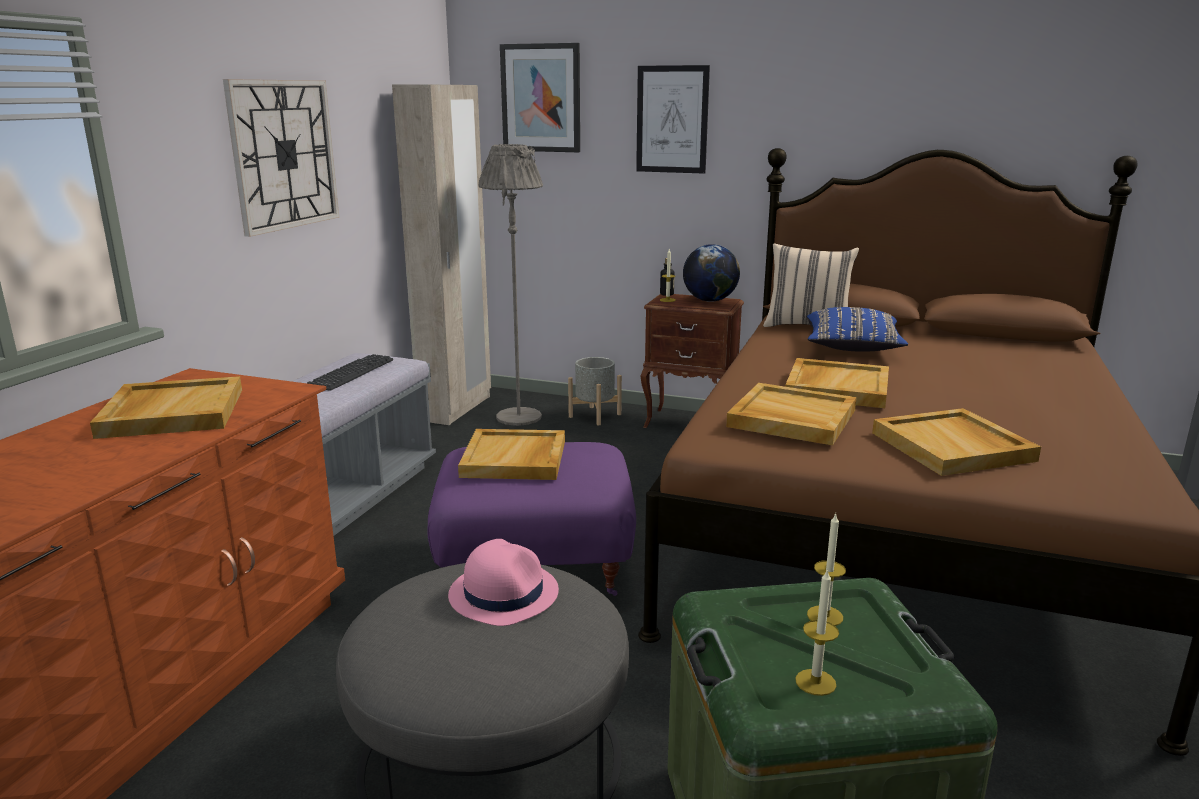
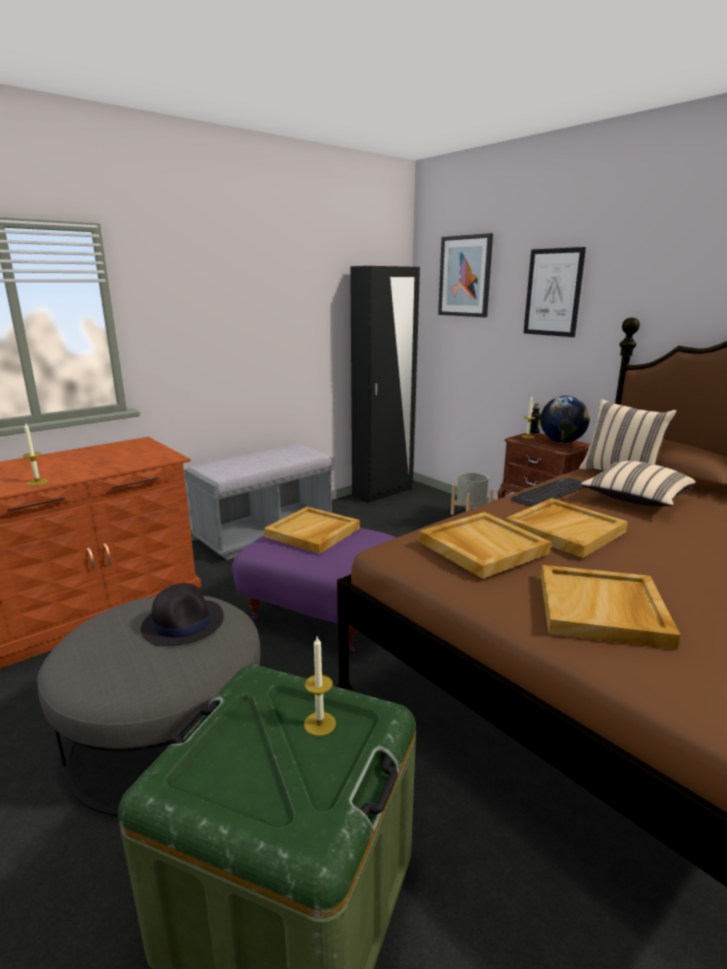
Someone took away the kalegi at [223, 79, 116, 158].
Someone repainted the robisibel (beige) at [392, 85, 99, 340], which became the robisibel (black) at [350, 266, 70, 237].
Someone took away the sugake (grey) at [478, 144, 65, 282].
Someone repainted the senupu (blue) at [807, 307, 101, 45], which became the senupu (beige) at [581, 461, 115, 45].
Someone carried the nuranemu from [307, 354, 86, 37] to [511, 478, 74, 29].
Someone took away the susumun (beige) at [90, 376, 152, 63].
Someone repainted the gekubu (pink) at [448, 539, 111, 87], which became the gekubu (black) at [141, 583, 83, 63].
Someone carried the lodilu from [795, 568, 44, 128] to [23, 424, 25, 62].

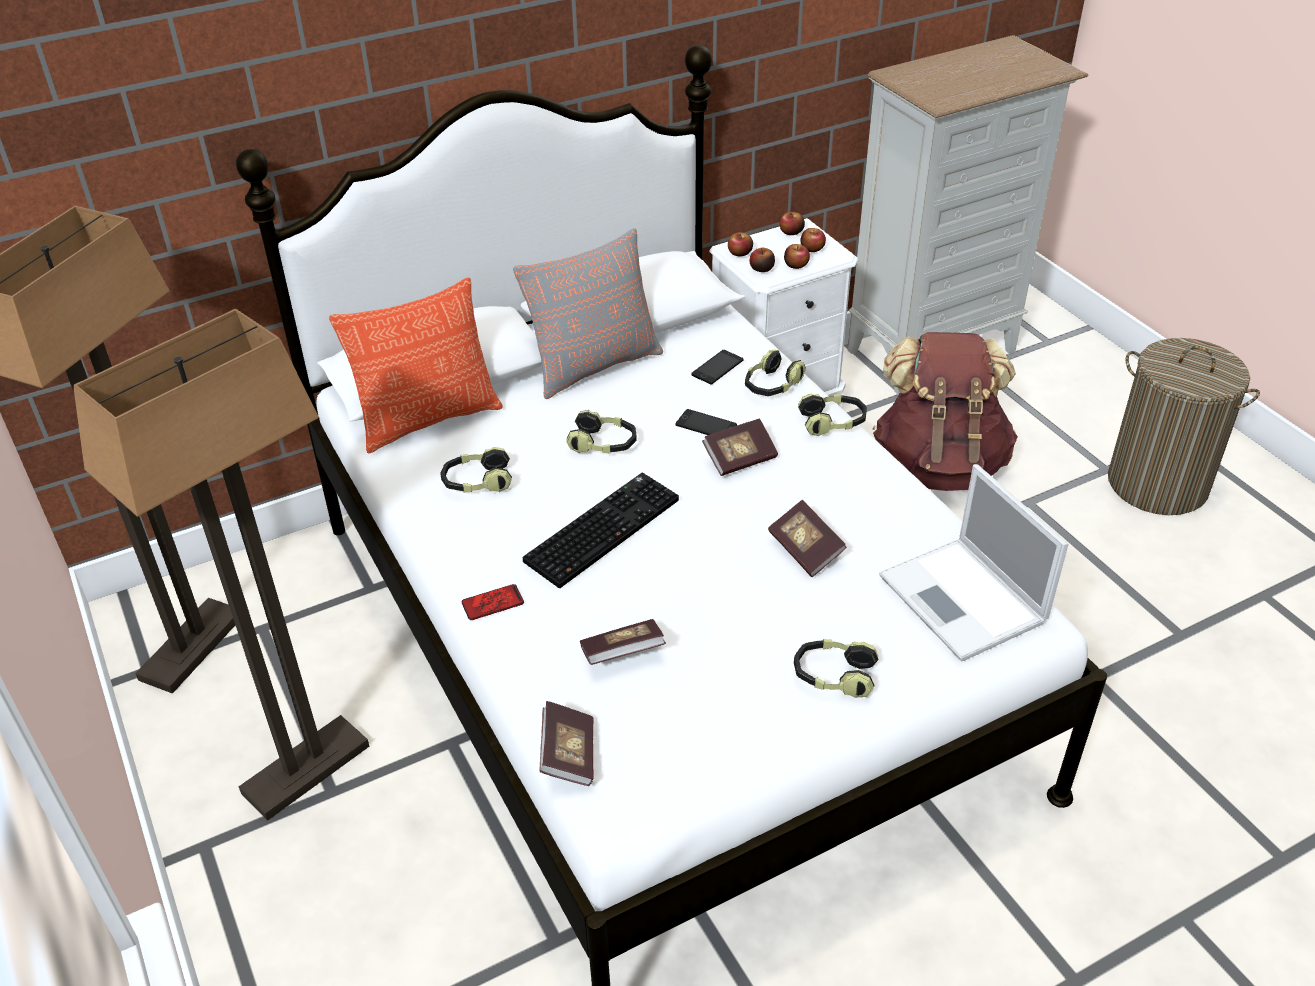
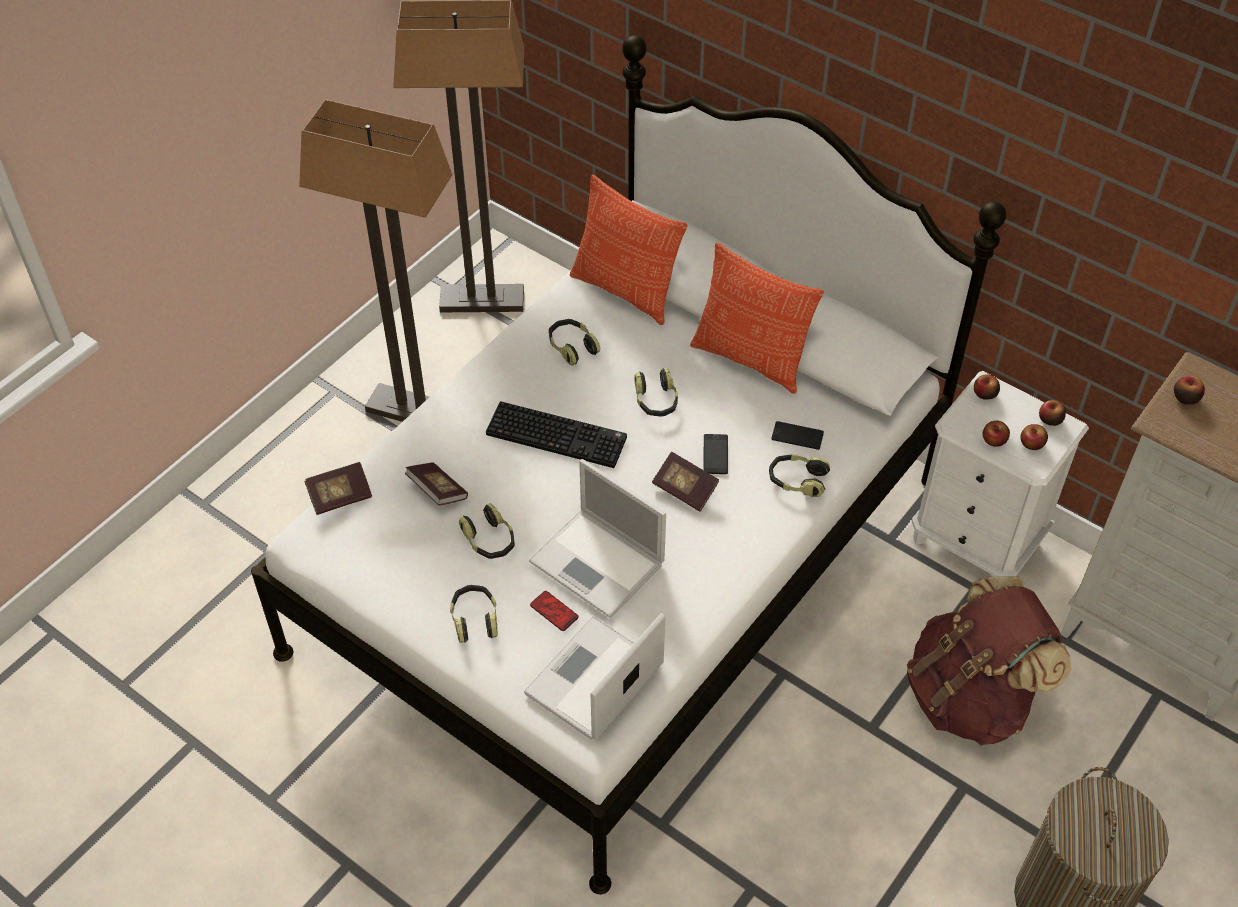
Someone repainted the senupu (grey) at [513, 228, 150, 171], which became the senupu (orange) at [690, 243, 134, 151].
Someone carried the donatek from [750, 248, 25, 24] to [1174, 376, 31, 29].
Someone carried the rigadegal from [798, 393, 69, 43] to [459, 503, 56, 56].
Someone swapped the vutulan at [768, 500, 79, 77] for the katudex at [529, 459, 137, 159].
Someone carried the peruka from [462, 584, 62, 36] to [530, 591, 48, 40].

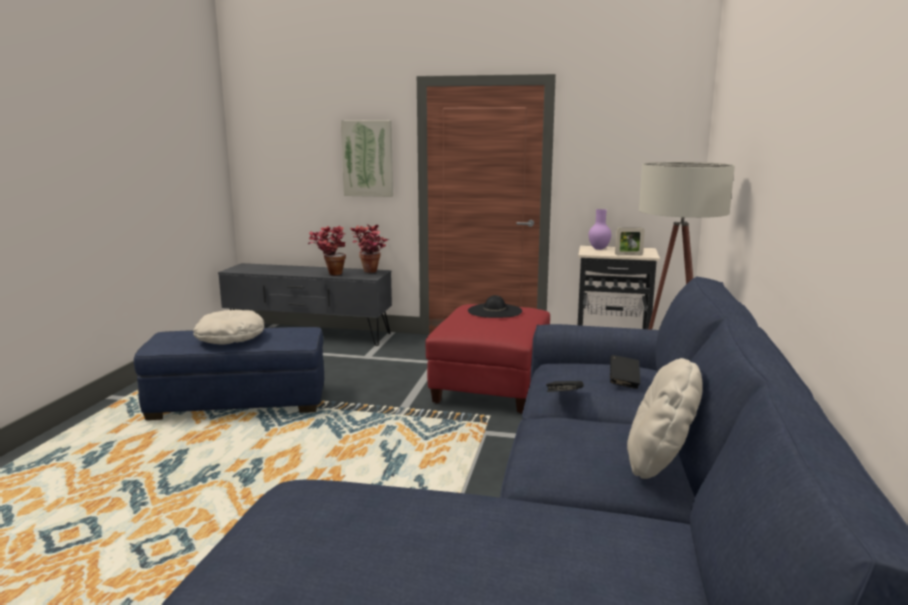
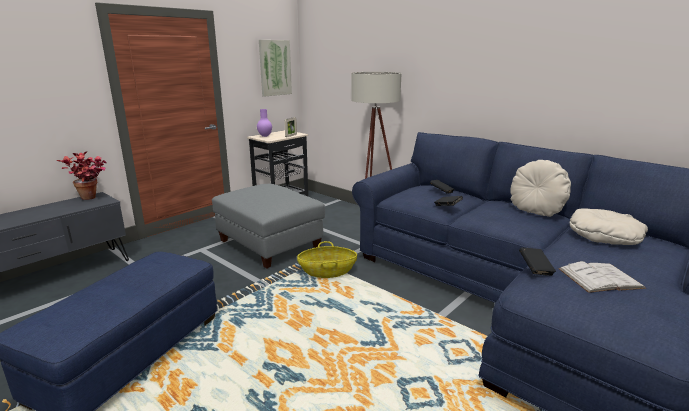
Someone carried the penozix from [341, 121, 52, 76] to [259, 40, 33, 57].
Someone took away the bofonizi at [308, 226, 38, 49].
Someone took away the gekubu (black) at [468, 295, 54, 23].
Someone repainted the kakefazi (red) at [425, 304, 125, 109], which became the kakefazi (grey) at [212, 184, 113, 84].
Someone carried the senupu (beige) from [193, 310, 71, 34] to [570, 208, 78, 37].
Someone put down the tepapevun at [297, 241, 60, 37].
Someone put down the vutulan (black) at [519, 247, 37, 29].
Someone put down the vutulan (white) at [558, 261, 88, 32].

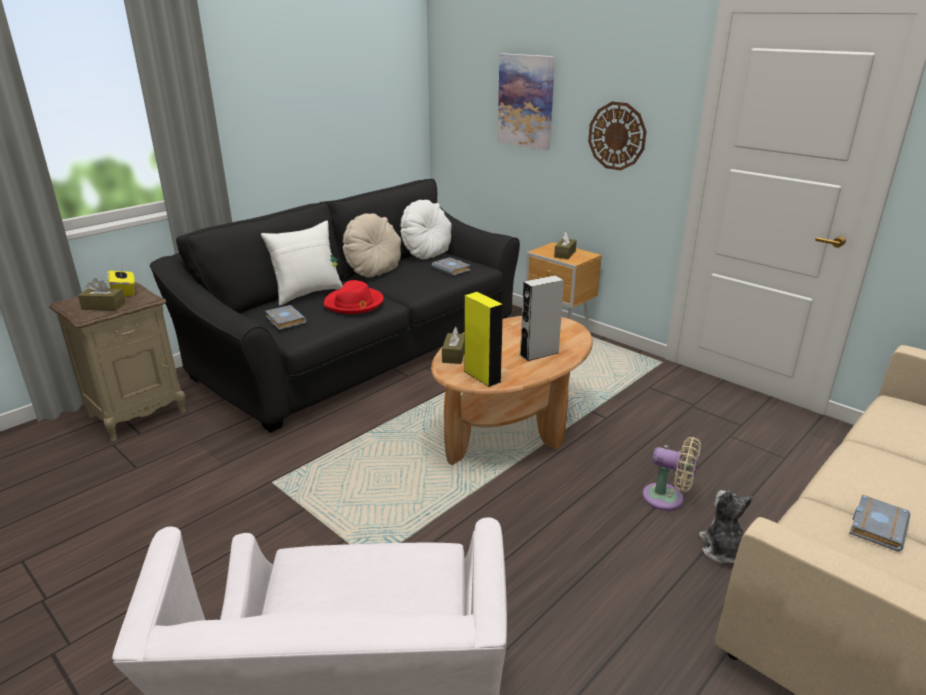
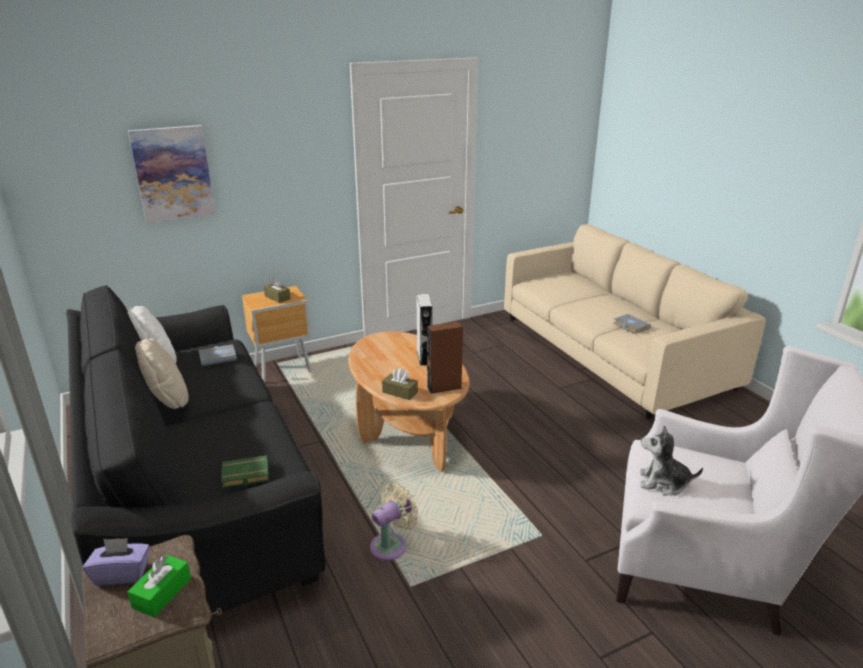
Someone took away the kalegi at [588, 101, 59, 69].
Someone took away the senupu (white) at [261, 221, 81, 85].
Someone repainted the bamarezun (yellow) at [107, 265, 28, 32], which became the bamarezun (purple) at [83, 538, 67, 48].
Someone repainted the bamarezun (brown) at [78, 278, 48, 32], which became the bamarezun (green) at [127, 554, 64, 63].
Someone took away the gekubu (red) at [324, 280, 60, 34].
Someone repainted the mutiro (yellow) at [464, 292, 39, 95], which became the mutiro (brown) at [427, 322, 36, 72].
Someone repainted the vutulan (grey) at [265, 305, 42, 25], which became the vutulan (green) at [221, 455, 48, 33].
Someone carried the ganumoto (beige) from [642, 437, 59, 74] to [370, 483, 49, 78].
Someone carried the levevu from [699, 490, 54, 74] to [640, 425, 63, 71].

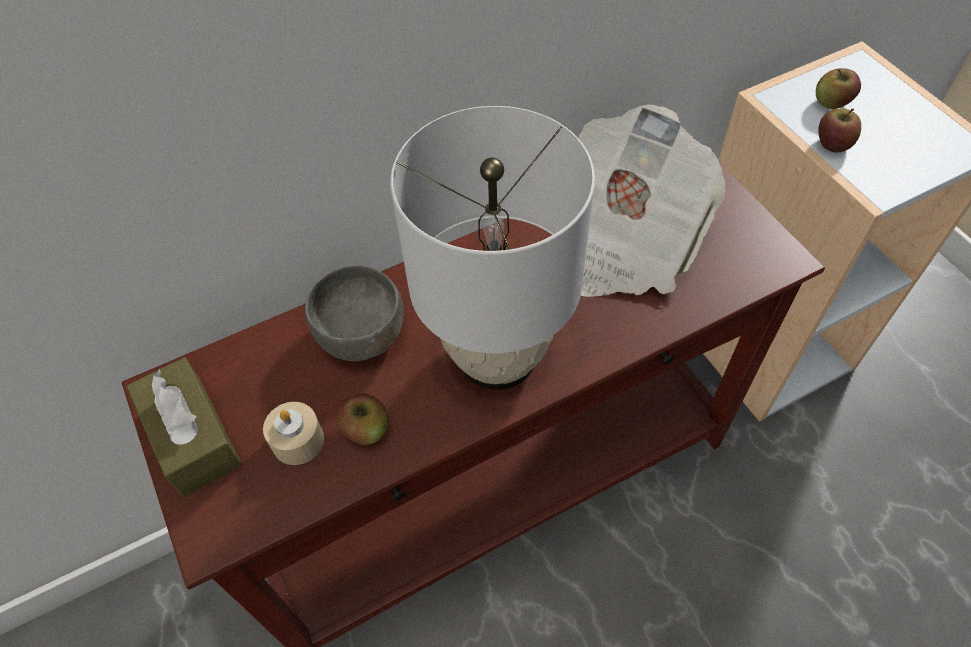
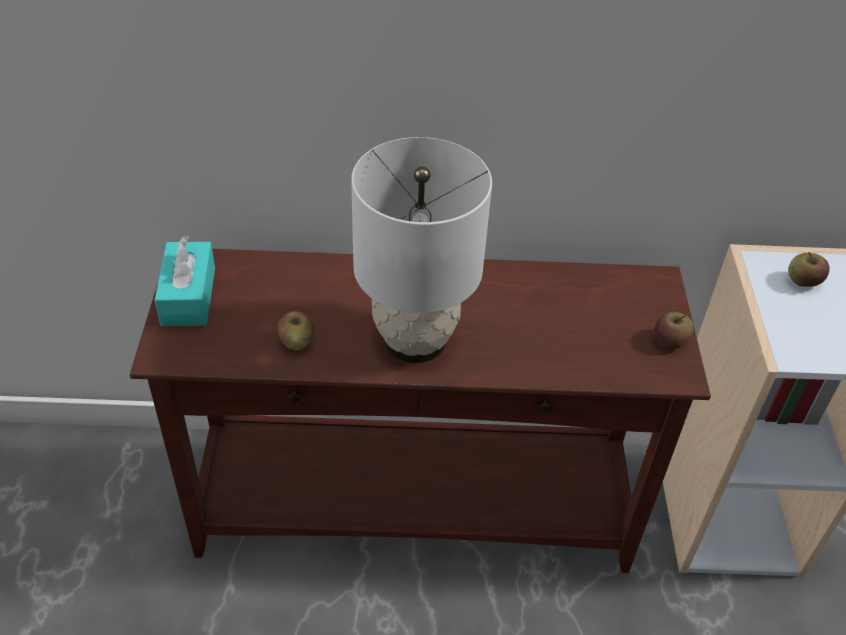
Someone took away the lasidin at [578, 105, 148, 192].
Someone carried the donatek from [818, 108, 43, 45] to [655, 312, 38, 37].
Someone took away the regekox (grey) at [305, 265, 99, 96].
Someone repainted the bamarezun (brown) at [126, 357, 116, 140], which became the bamarezun (turquoise) at [155, 236, 60, 90].
Someone took away the lodilu (beige) at [263, 402, 61, 63].

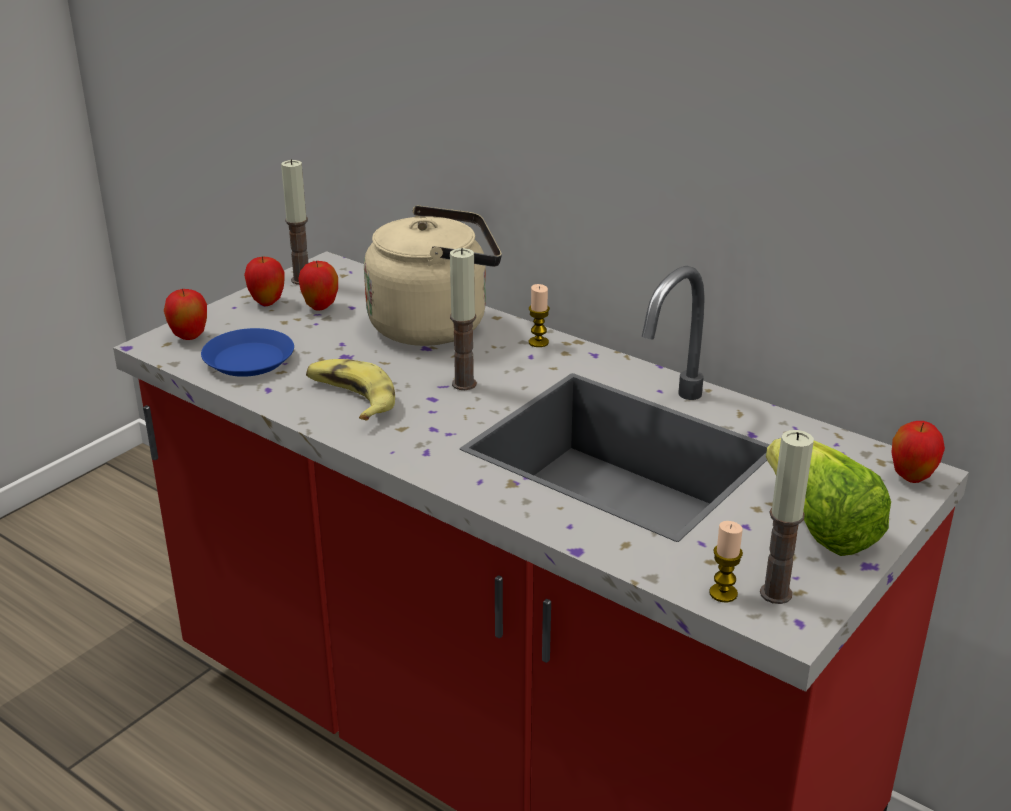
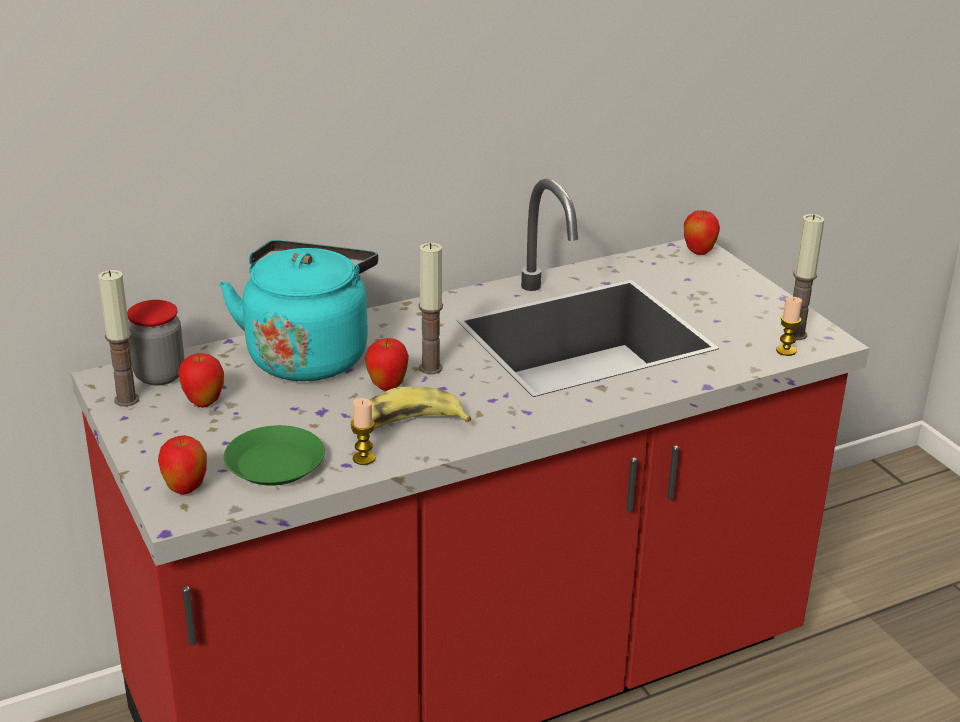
Someone repainted the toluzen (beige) at [364, 205, 138, 141], which became the toluzen (turquoise) at [219, 240, 159, 141].
Someone carried the donatek from [244, 256, 41, 50] to [365, 338, 44, 53].
Someone carried the lodilu from [529, 284, 21, 63] to [351, 398, 25, 67].
Someone repainted the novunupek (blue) at [201, 328, 93, 49], which became the novunupek (green) at [224, 425, 101, 61].
Someone took away the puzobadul at [766, 438, 125, 118].
Someone put down the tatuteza at [127, 300, 58, 85].

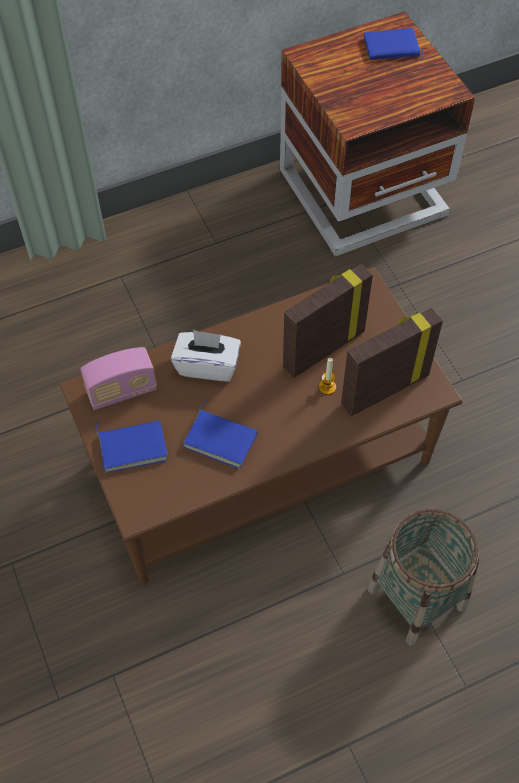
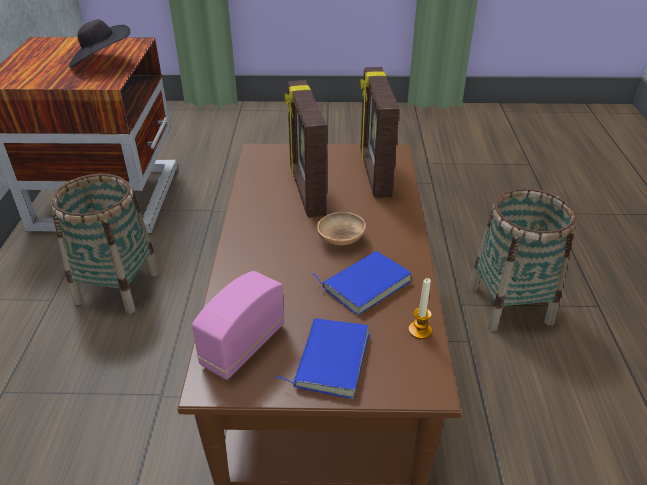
Someone took away the vutulan (blue) at [364, 28, 59, 33].
Someone took away the bamarezun (white) at [171, 330, 70, 51].
Someone rotated the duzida at [80, 347, 77, 63] by 150 degrees counterclockwise.
Someone carried the lodilu from [319, 358, 17, 37] to [409, 278, 23, 61].
Someone put down the gekubu (black) at [69, 19, 61, 48].
Someone put down the tepapevun at [51, 174, 109, 140].
Someone put down the regekox (brown) at [317, 212, 49, 33].

